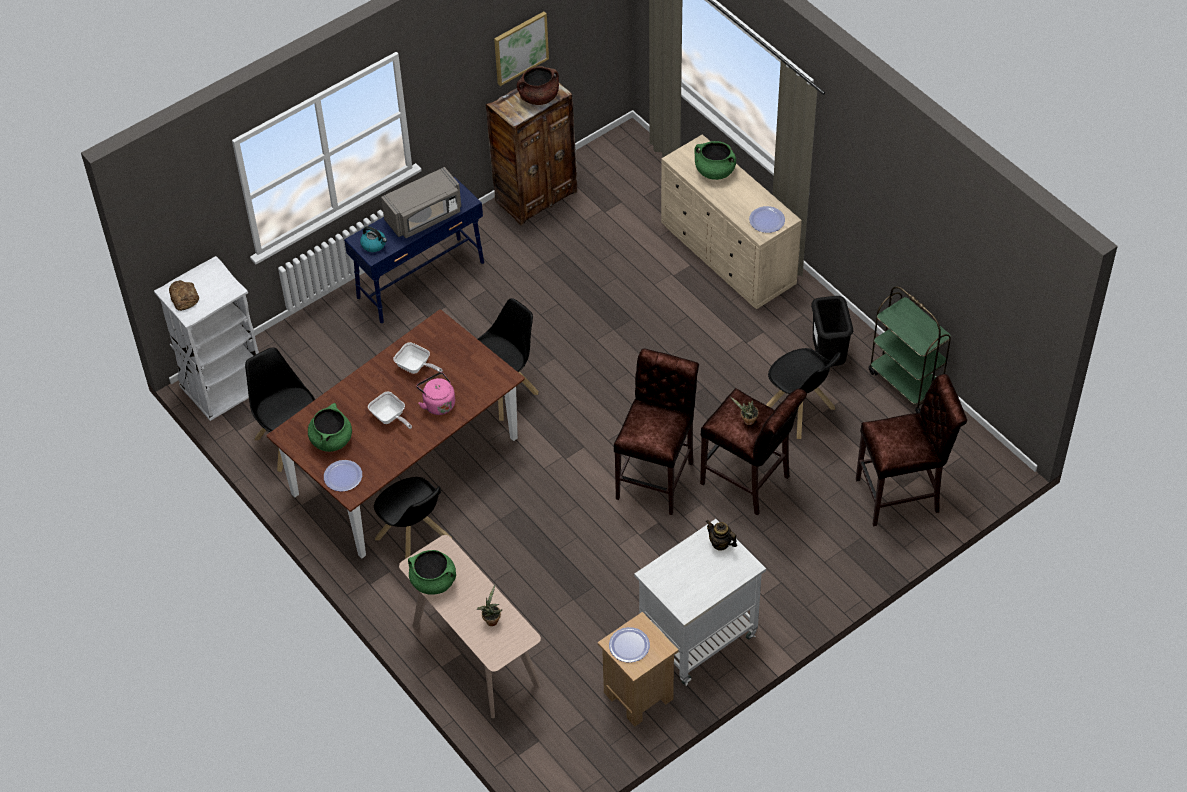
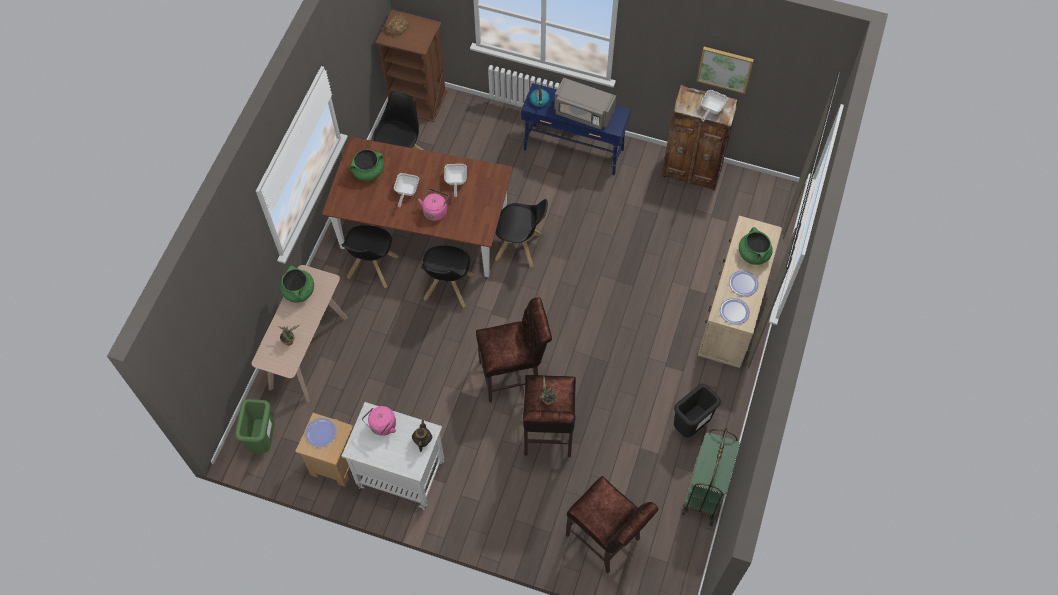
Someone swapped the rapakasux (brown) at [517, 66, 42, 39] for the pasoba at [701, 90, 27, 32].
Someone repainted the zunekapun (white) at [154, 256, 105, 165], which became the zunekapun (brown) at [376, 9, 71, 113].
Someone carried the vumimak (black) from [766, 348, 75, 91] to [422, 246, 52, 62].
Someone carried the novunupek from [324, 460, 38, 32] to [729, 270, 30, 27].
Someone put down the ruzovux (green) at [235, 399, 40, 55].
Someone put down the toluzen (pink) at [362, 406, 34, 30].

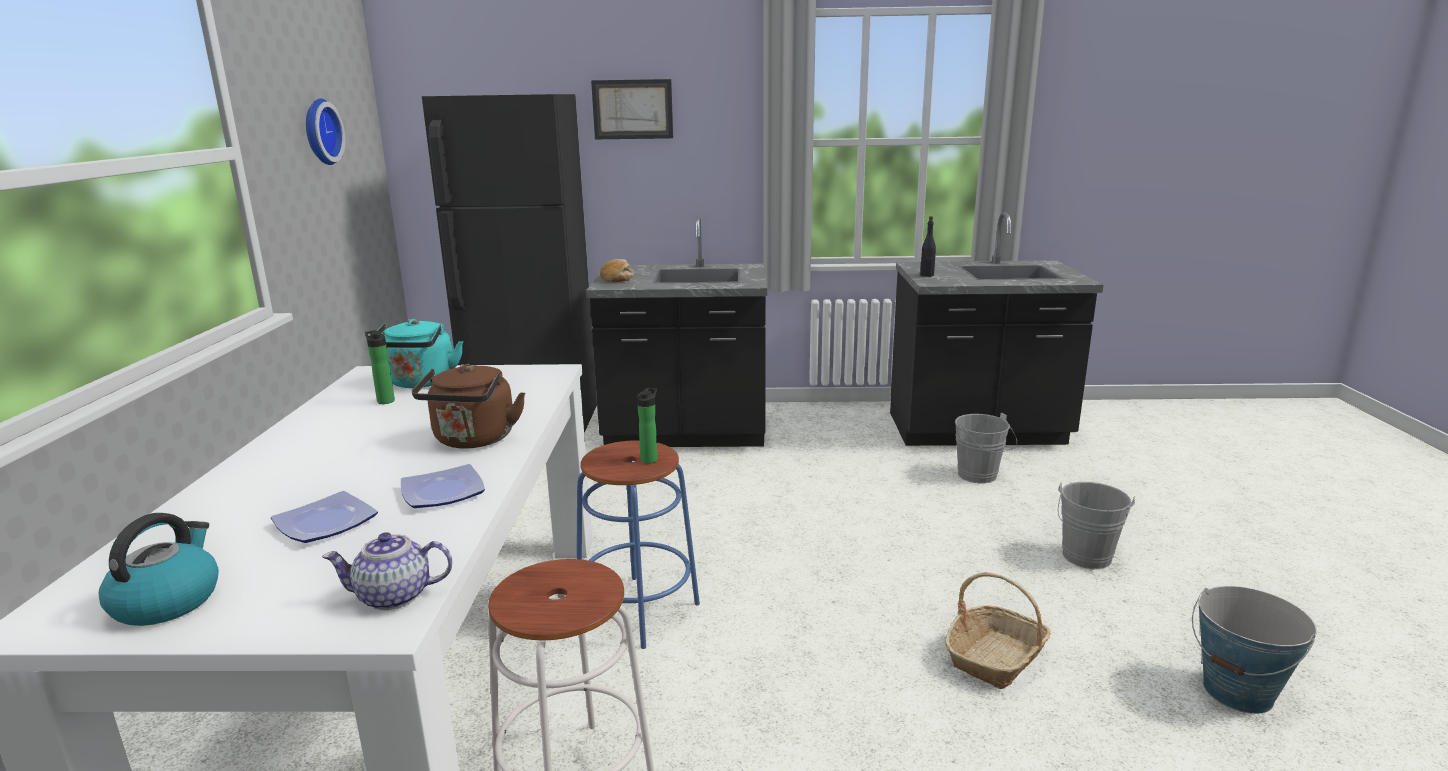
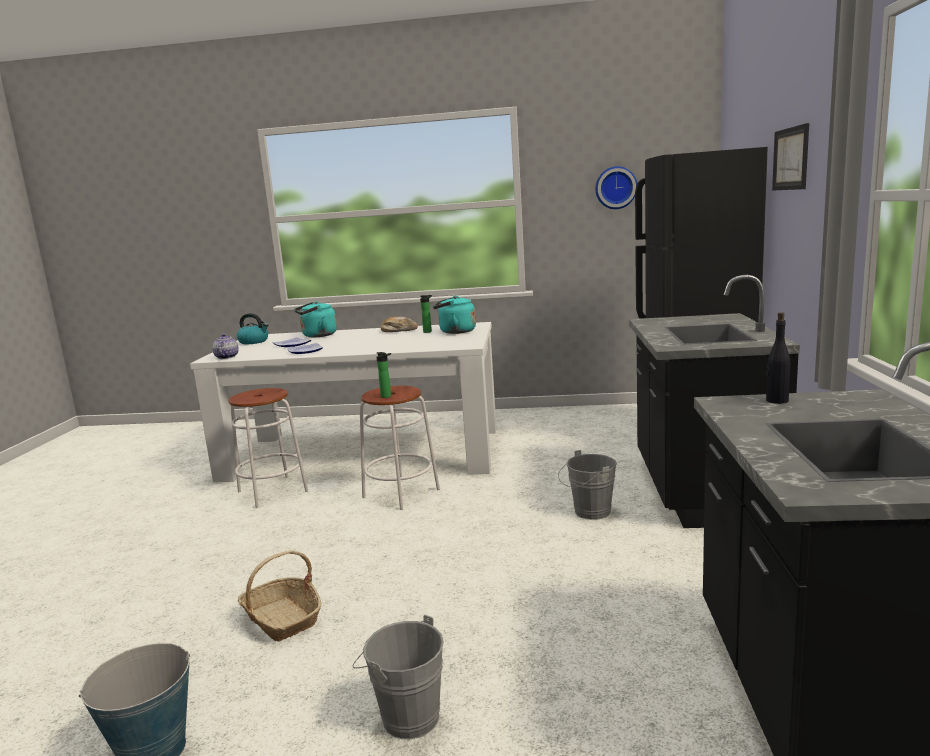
Someone carried the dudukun from [600, 259, 34, 23] to [381, 317, 37, 15].
Someone took away the toluzen (brown) at [412, 364, 113, 85].
Someone carried the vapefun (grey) from [955, 413, 62, 70] to [558, 450, 59, 70].
Someone repainted the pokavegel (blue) at [576, 440, 124, 209], which became the pokavegel (white) at [360, 386, 80, 124].
Someone put down the toluzen (turquoise) at [294, 301, 43, 36].

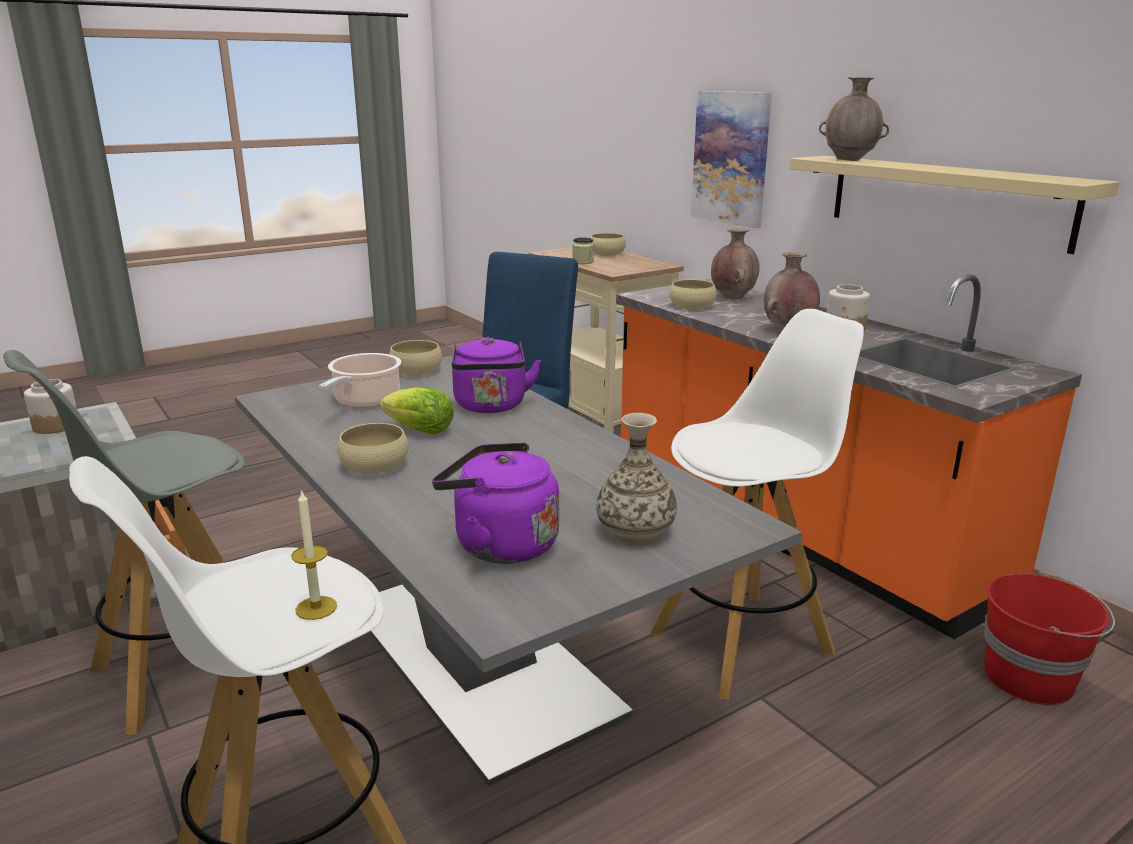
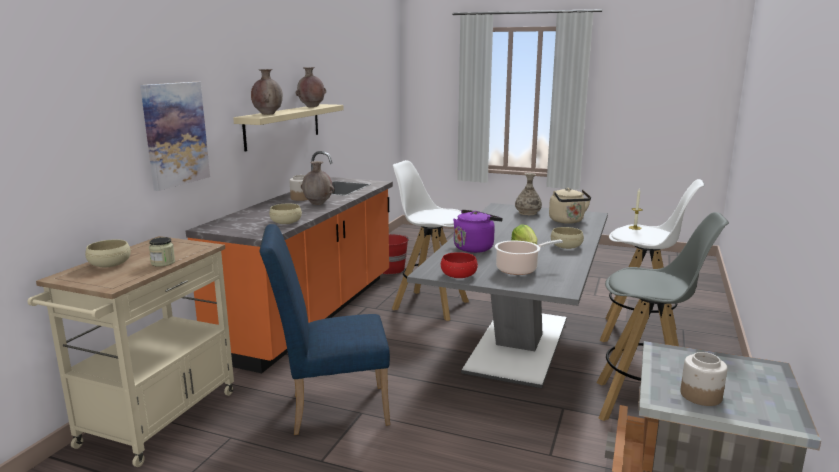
Someone carried the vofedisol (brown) from [711, 229, 49, 70] to [296, 67, 30, 40].
Someone repainted the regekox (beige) at [389, 340, 53, 36], which became the regekox (red) at [441, 252, 37, 26].
Someone repainted the toluzen (purple) at [432, 442, 127, 122], which became the toluzen (beige) at [549, 188, 42, 36].

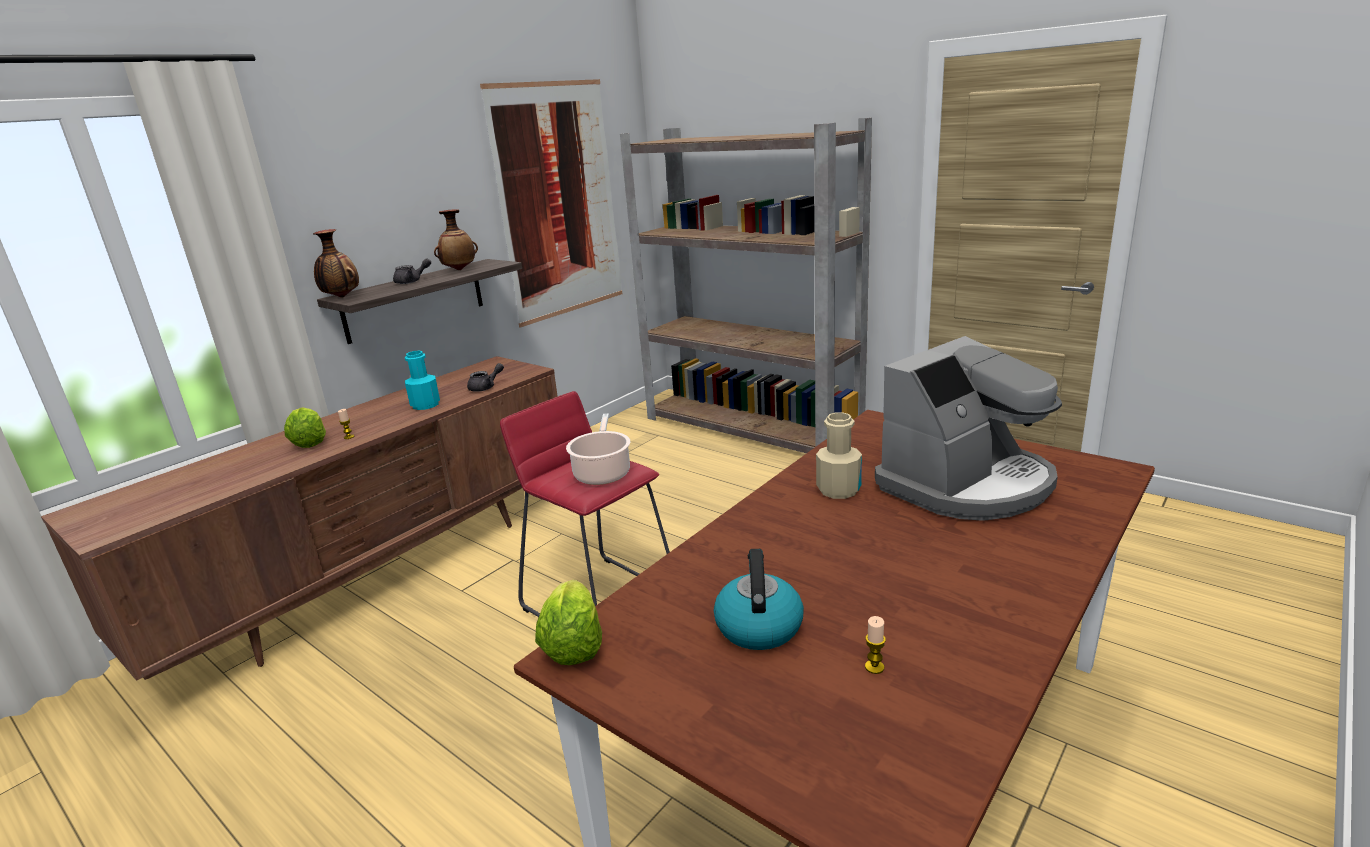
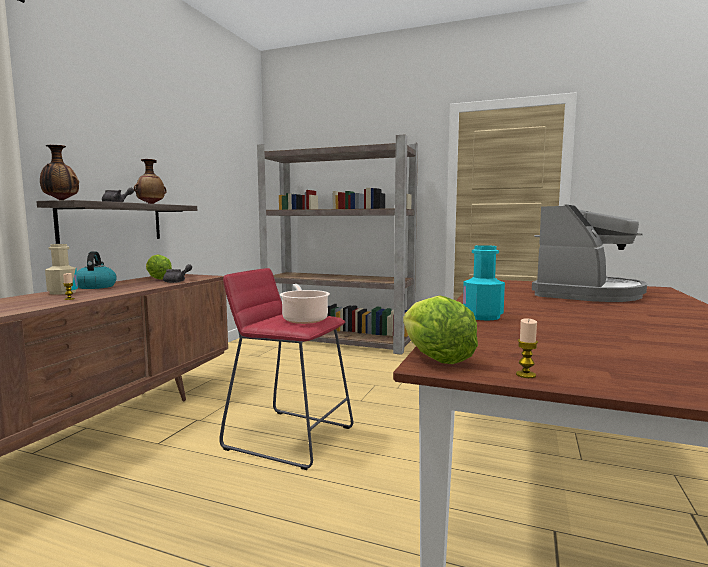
Someone took away the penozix at [480, 79, 142, 249].
Someone carried the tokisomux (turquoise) from [405, 351, 35, 59] to [463, 245, 42, 76].
Someone carried the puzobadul from [284, 407, 42, 41] to [146, 254, 26, 26].
Someone carried the tokisomux (beige) from [816, 412, 46, 87] to [45, 244, 33, 51].
Someone carried the toluzen from [714, 549, 90, 101] to [77, 251, 40, 38].
Someone carried the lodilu from [865, 616, 21, 58] to [516, 318, 22, 60].

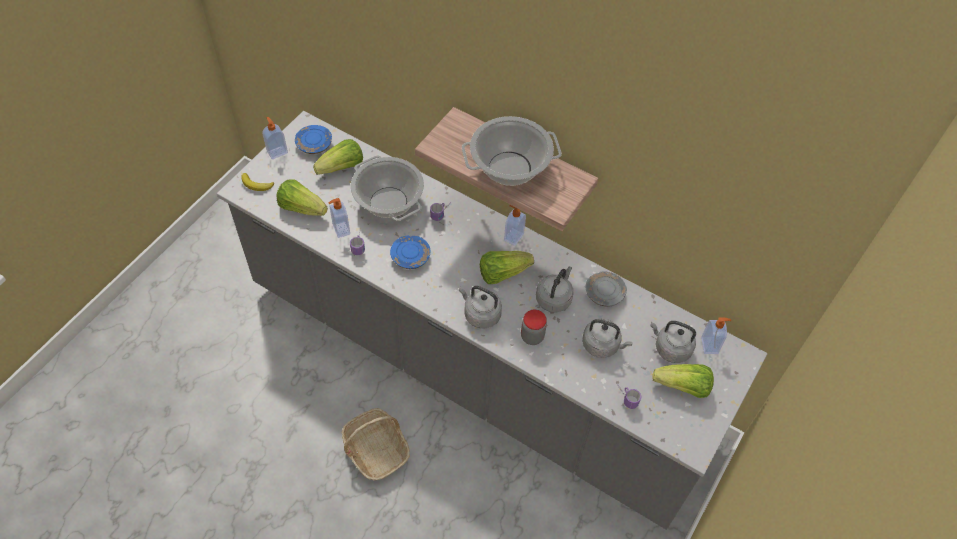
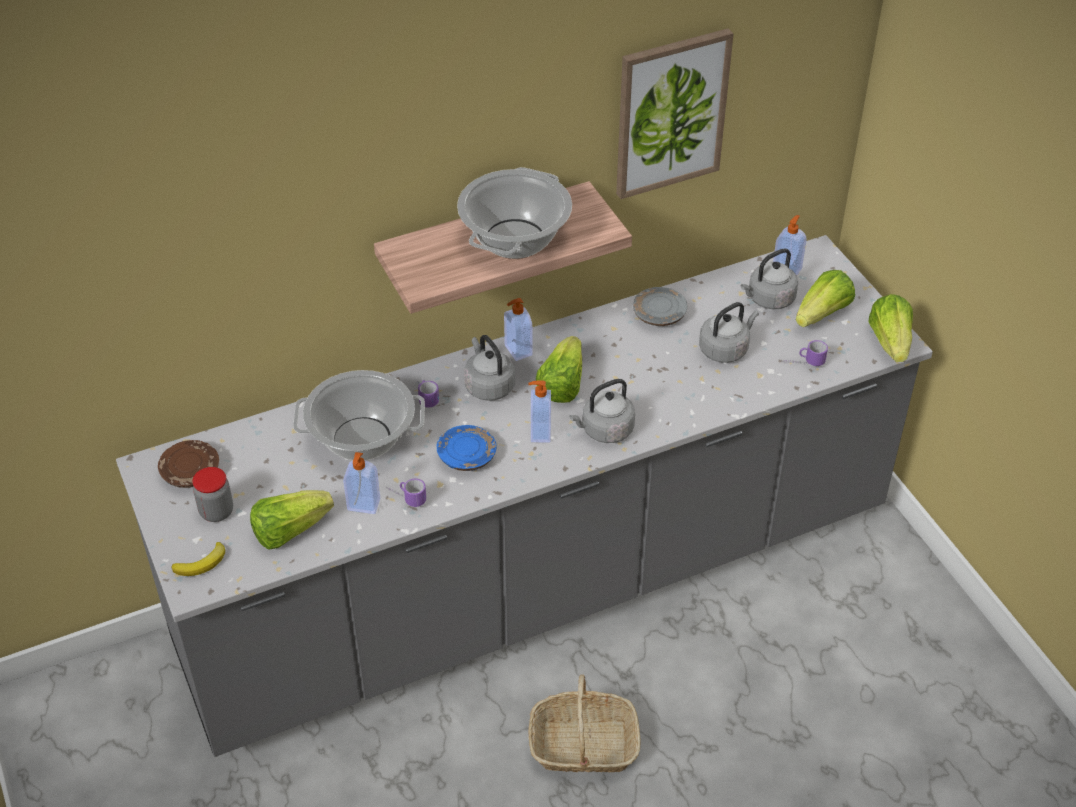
Someone carried the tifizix from [262, 117, 26, 42] to [528, 380, 23, 63].
Someone repainted the novunupek (blue) at [295, 125, 37, 29], which became the novunupek (brown) at [158, 440, 61, 48].
Someone carried the puzobadul from [313, 139, 50, 36] to [869, 294, 44, 68].
Someone carried the toluzen (grey) from [536, 266, 38, 46] to [464, 335, 51, 66].
Someone carried the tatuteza from [521, 310, 26, 35] to [192, 467, 41, 55].
Someone put up the penozix at [616, 28, 118, 171].

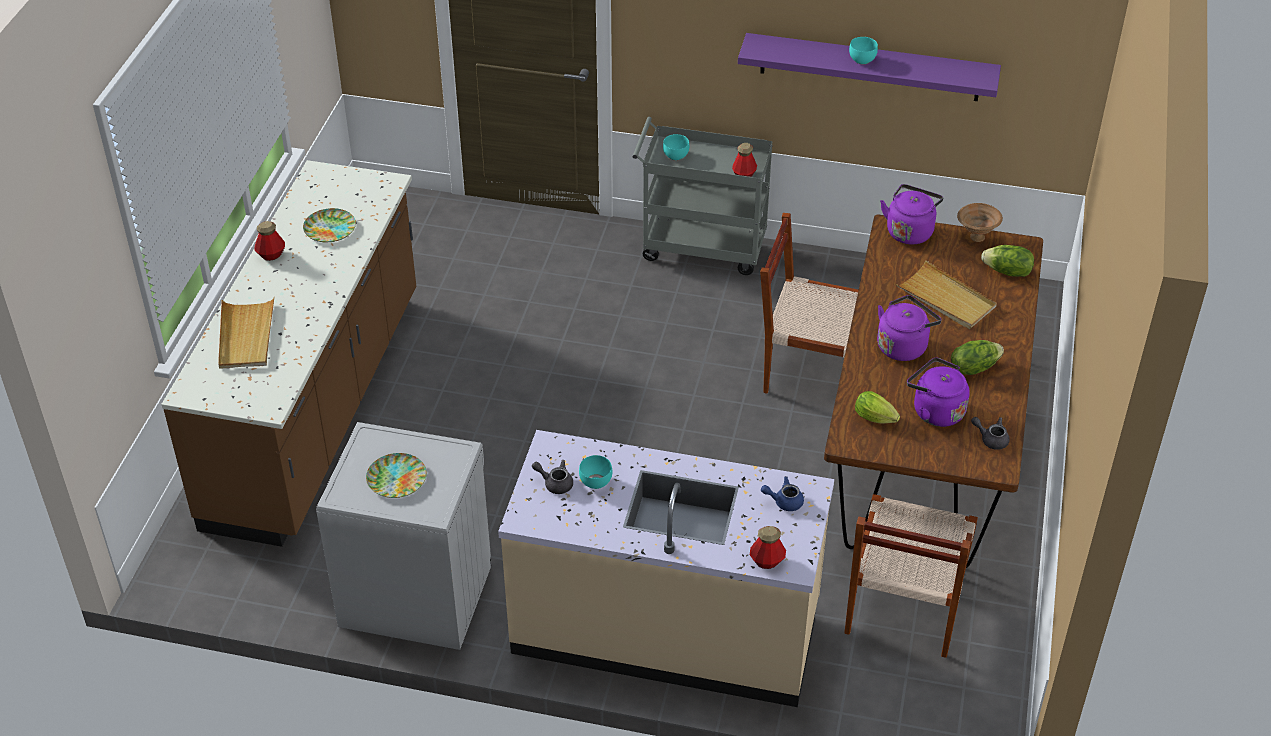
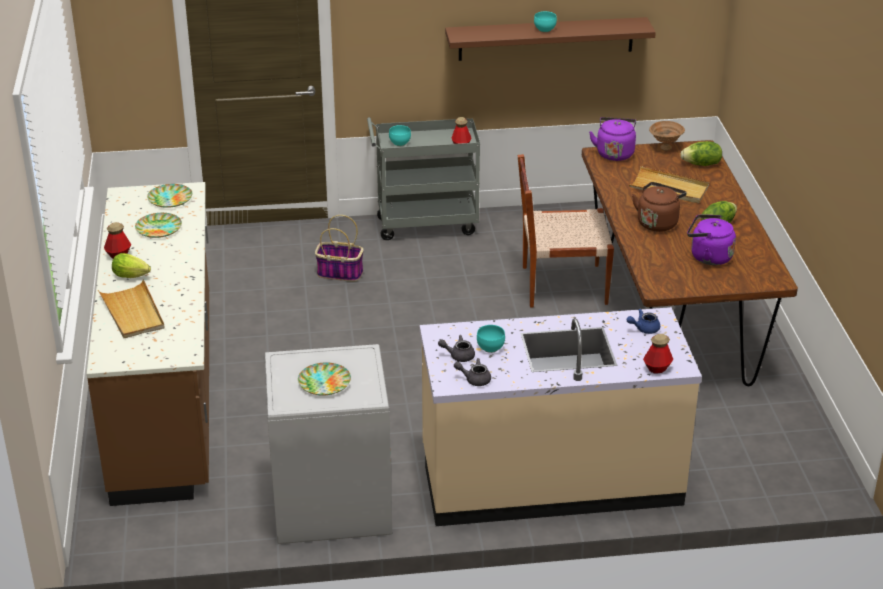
Someone repainted the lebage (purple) at [738, 33, 263, 68], which became the lebage (brown) at [445, 17, 211, 44].
Someone repainted the toluzen (purple) at [877, 295, 65, 66], which became the toluzen (brown) at [632, 182, 55, 50].
Someone carried the puzobadul from [855, 391, 45, 33] to [112, 253, 39, 25].
Someone carried the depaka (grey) from [971, 417, 39, 33] to [454, 358, 37, 28].
Someone took away the vumimak at [844, 494, 134, 164].
Someone put down the novunupek at [147, 184, 45, 24].
Someone put down the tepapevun at [315, 215, 49, 66].

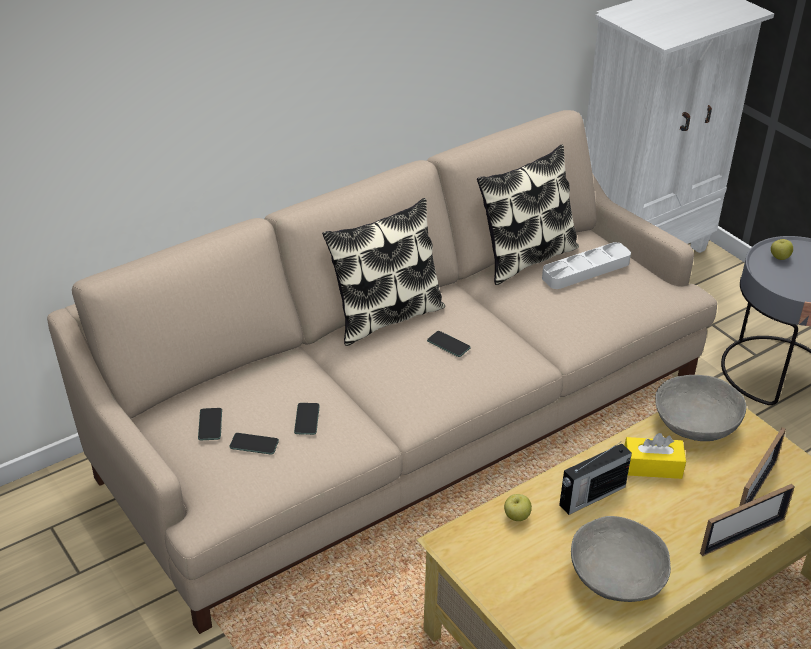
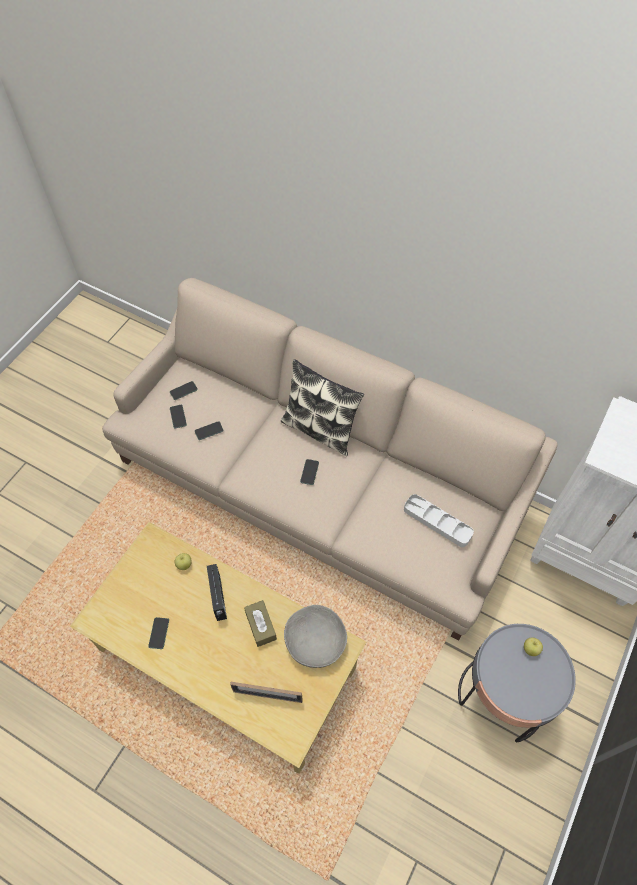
Someone took away the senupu at [477, 145, 102, 140].
Someone repainted the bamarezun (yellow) at [624, 433, 62, 46], which became the bamarezun (brown) at [244, 600, 33, 47].
Someone rotated the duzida at [559, 443, 73, 72] by 135 degrees counterclockwise.
Someone took away the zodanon at [700, 484, 95, 72].
Someone swapped the regekox (grey) at [571, 516, 100, 86] for the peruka at [148, 617, 21, 32].

